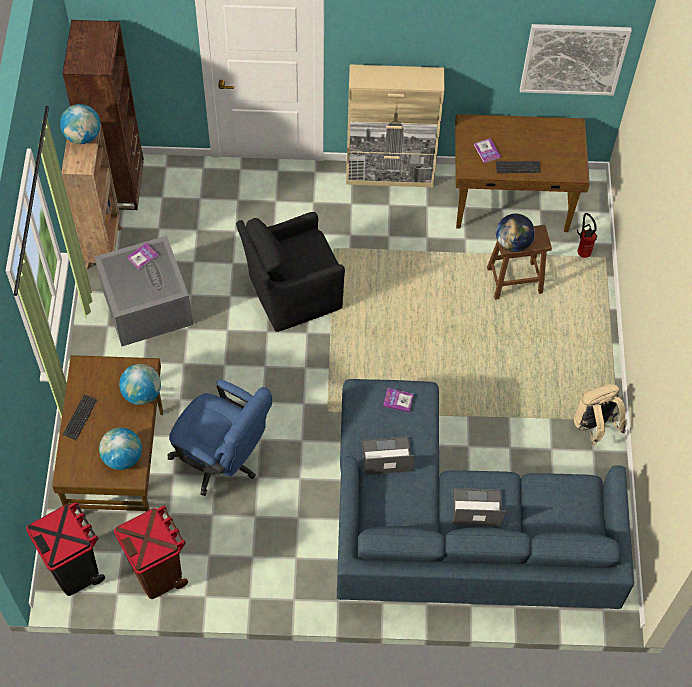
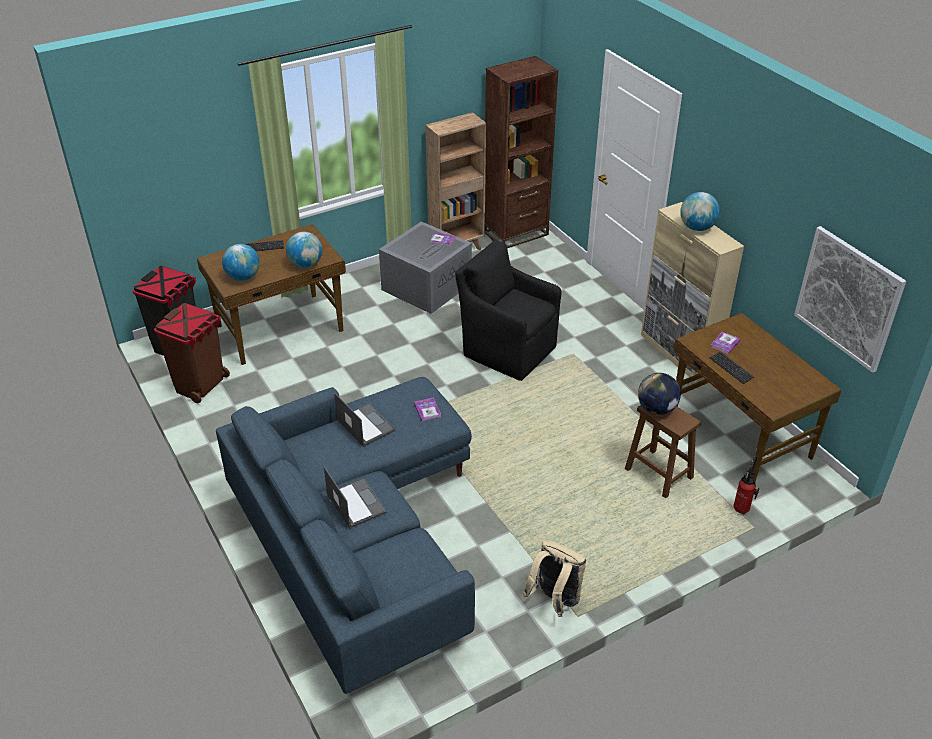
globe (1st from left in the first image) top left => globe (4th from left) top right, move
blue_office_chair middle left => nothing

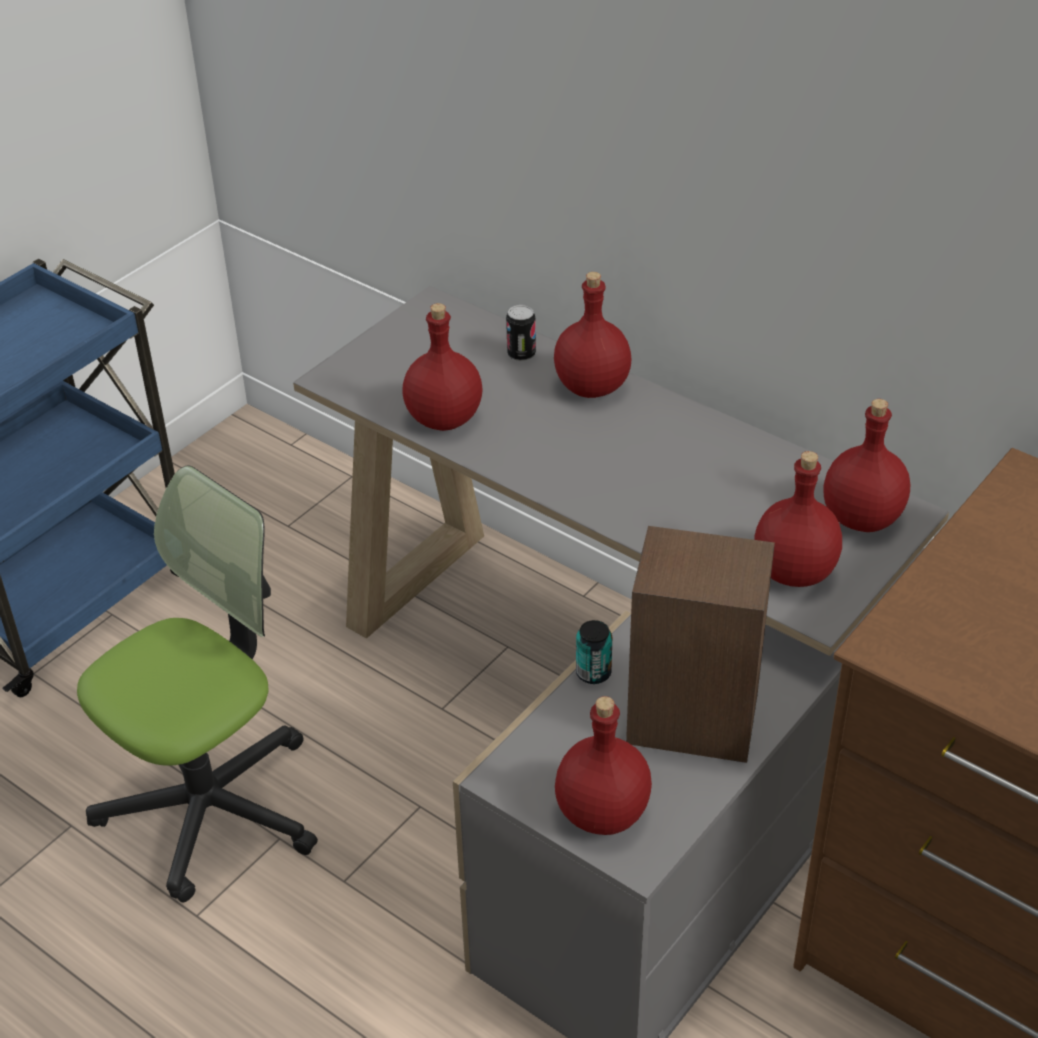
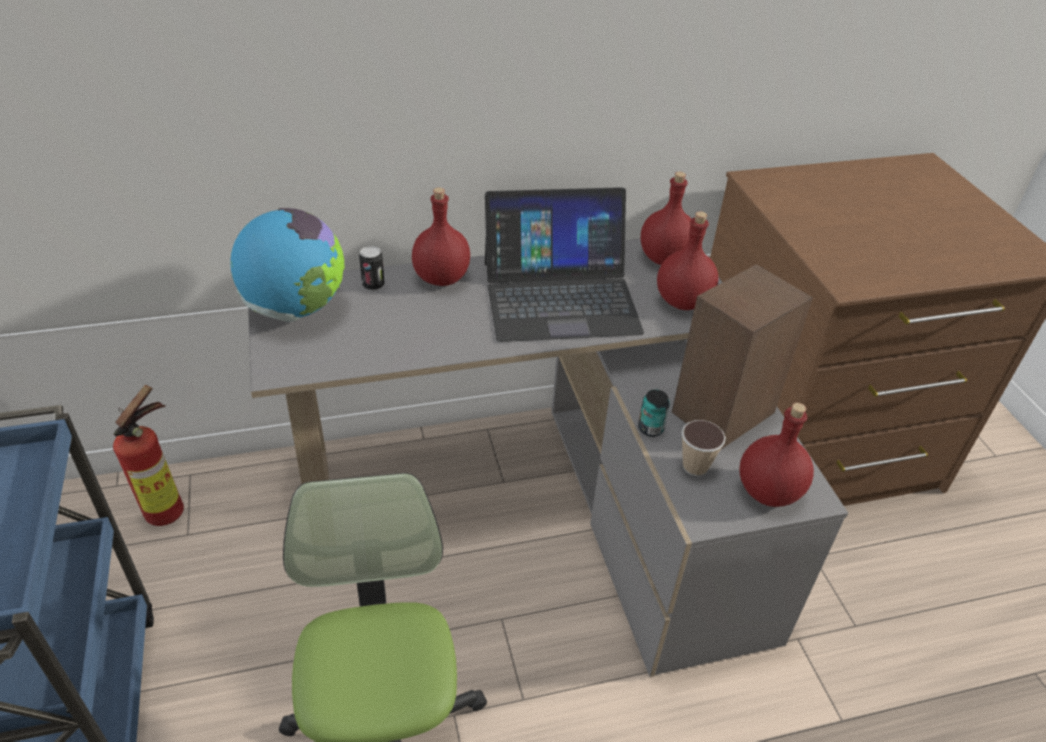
nothing => fire_extinguisher middle left
nothing => globe middle left
nothing => laptop centre
nothing => cup middle right
red_bottle (1st from left) centre => nothing

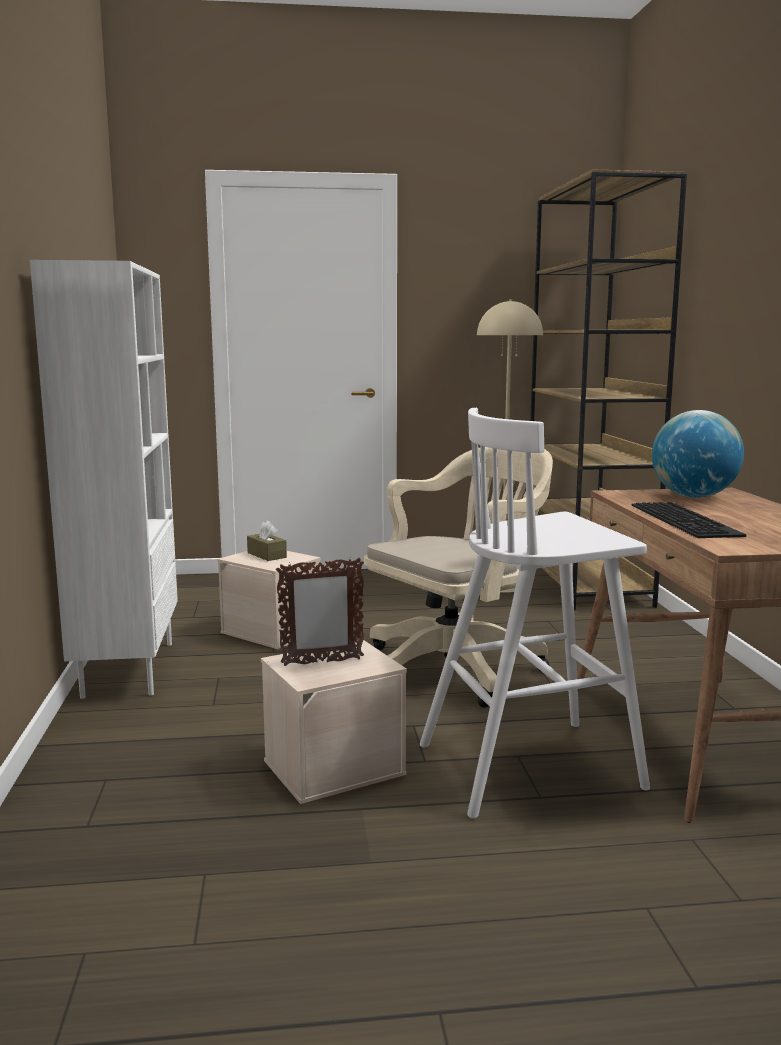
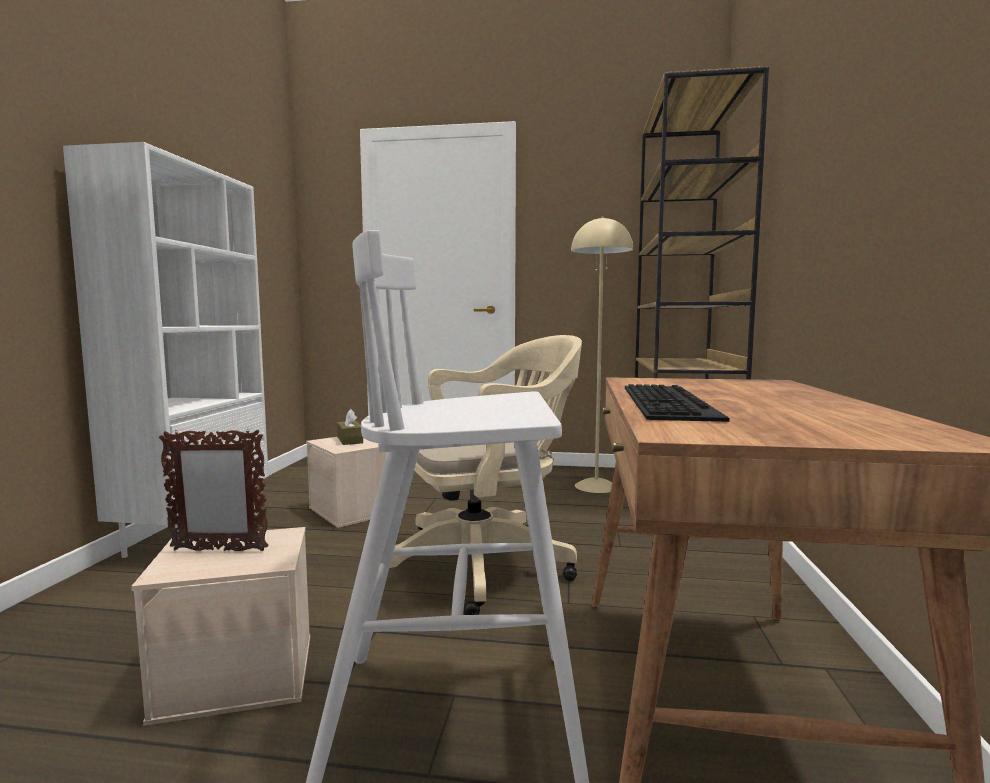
globe middle right => nothing

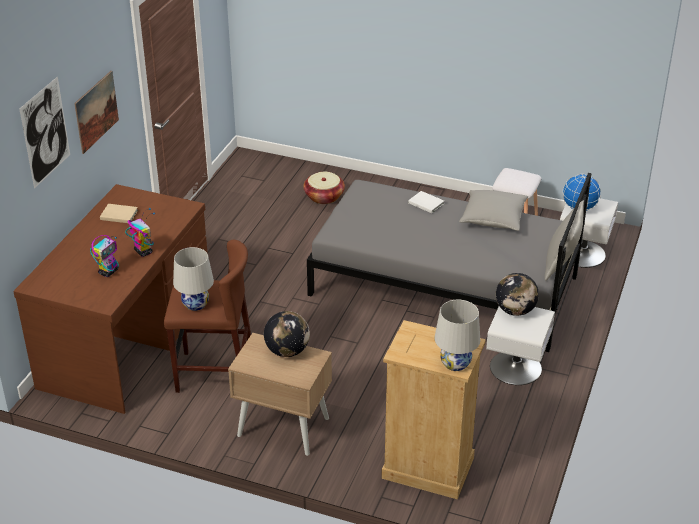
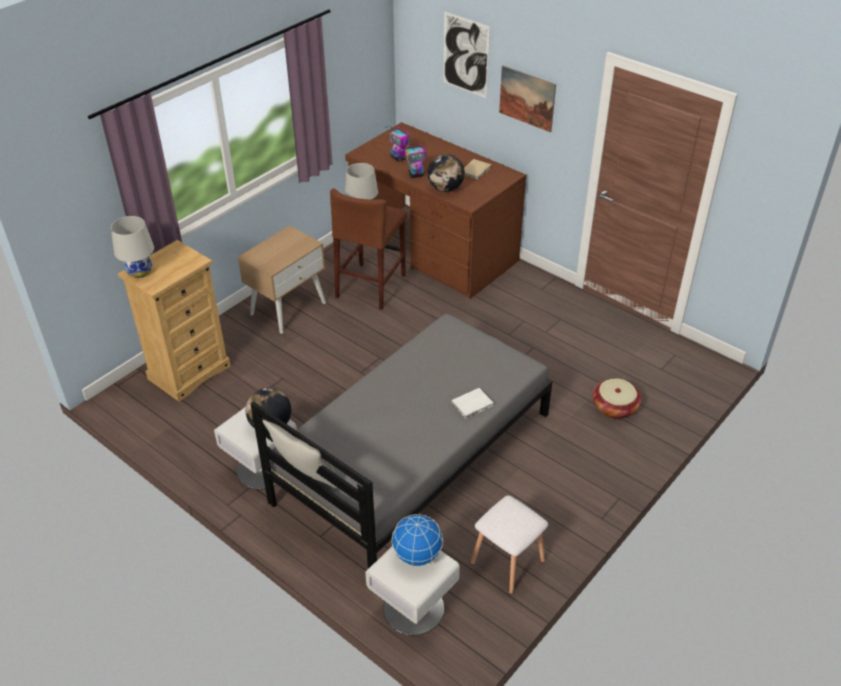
globe (1st from left in the first image) centre => globe (3rd from left) top centre, move
grey_pillow (1st from left) middle right => nothing

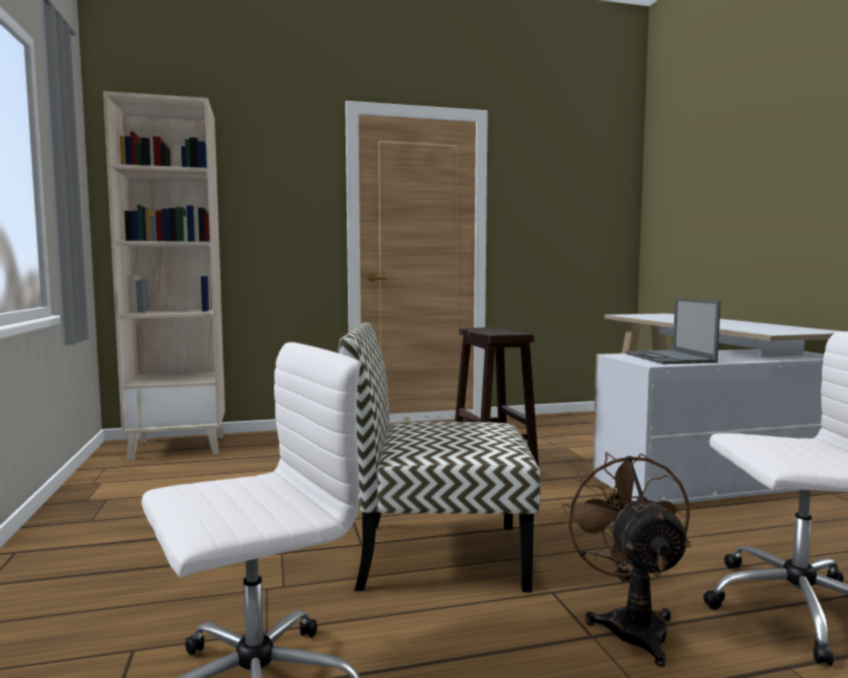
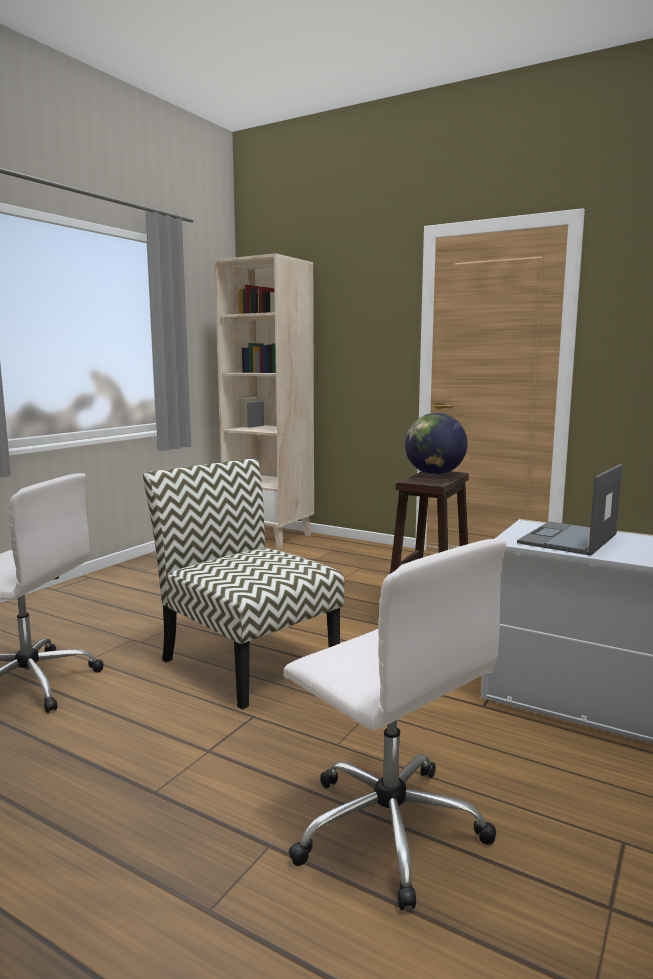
nothing => globe middle right
brown_fan bottom right => nothing

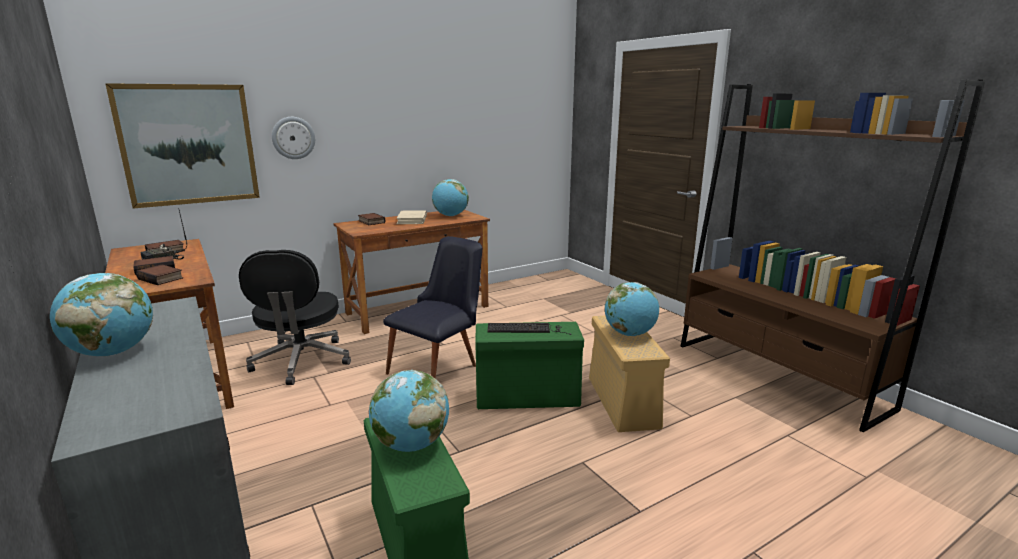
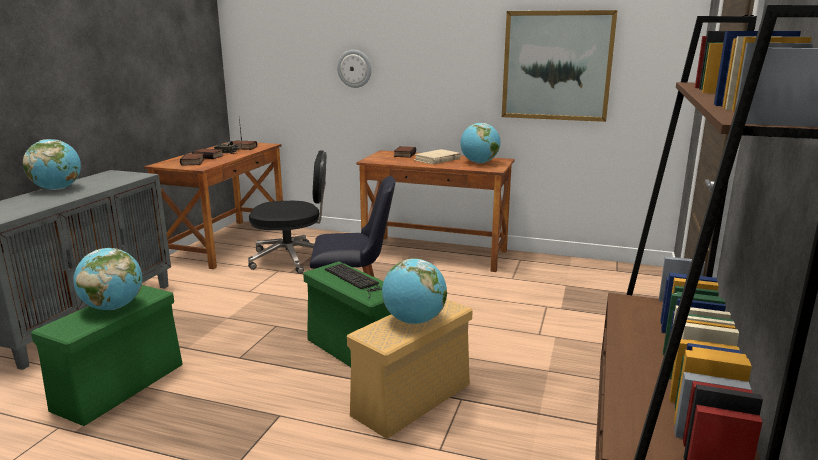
black_office_chair middle left => black_office_chair centre, 135 degrees counterclockwise
picture top left => picture top right, move

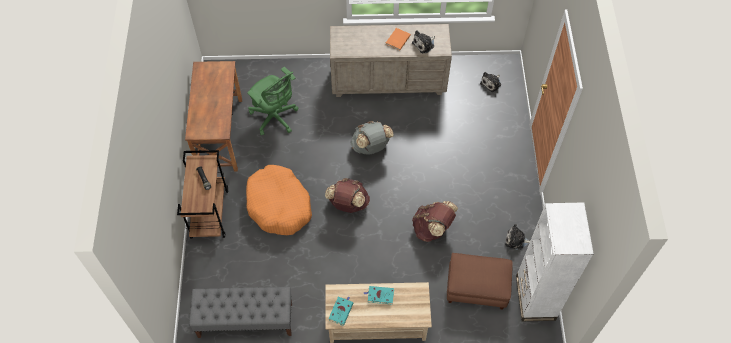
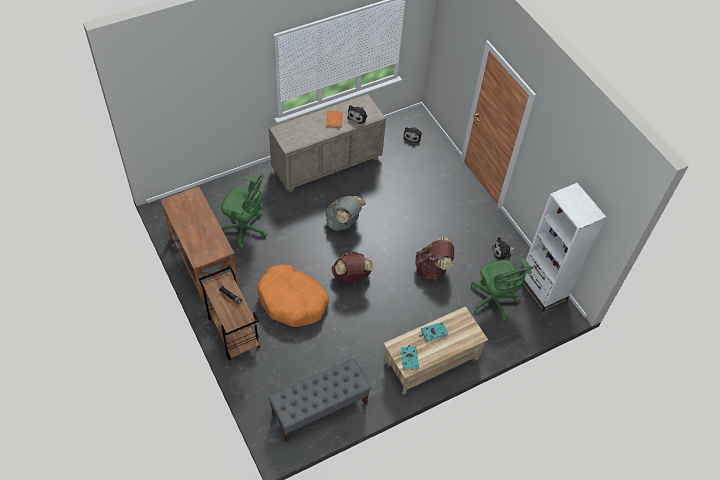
brown_ottoman bottom centre => green_office_chair (2nd from left) middle right

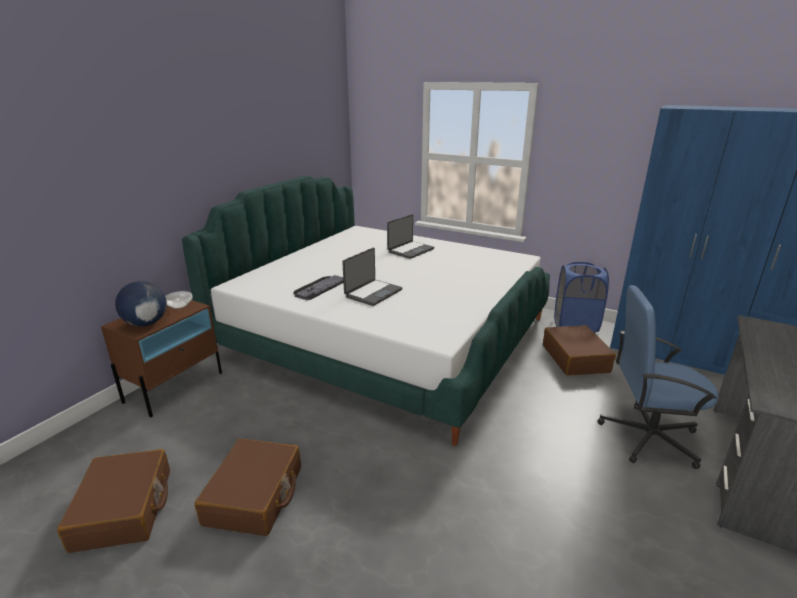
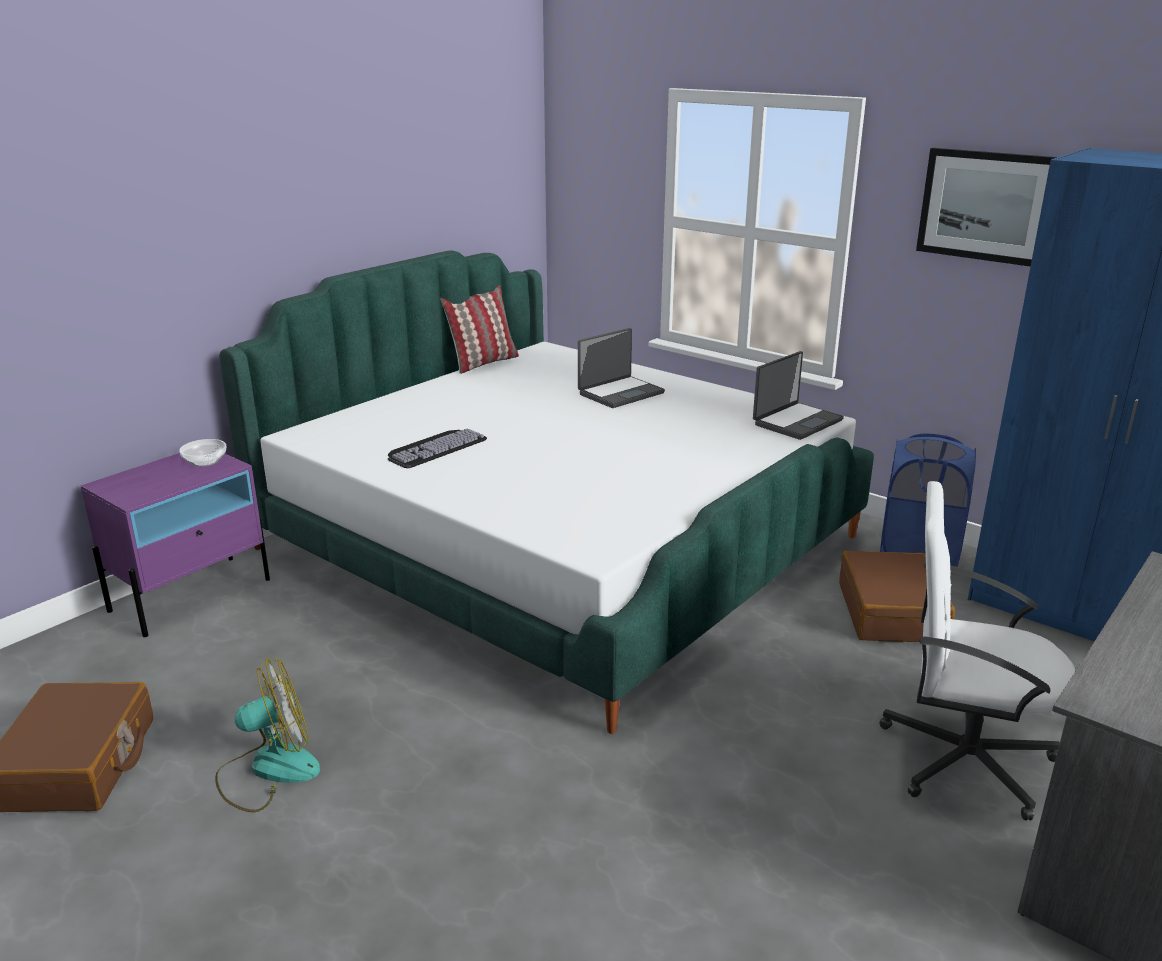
brown_nightstand middle left => purple_nightstand middle left
brown_suitcase (2nd from left) bottom left => fan bottom left
nothing => pillow centre
laptop (1st from left in the first image) centre => laptop (2nd from left) middle right, move
blue_office_chair middle right => white_office_chair bottom right
nothing => picture top right
globe middle left => nothing

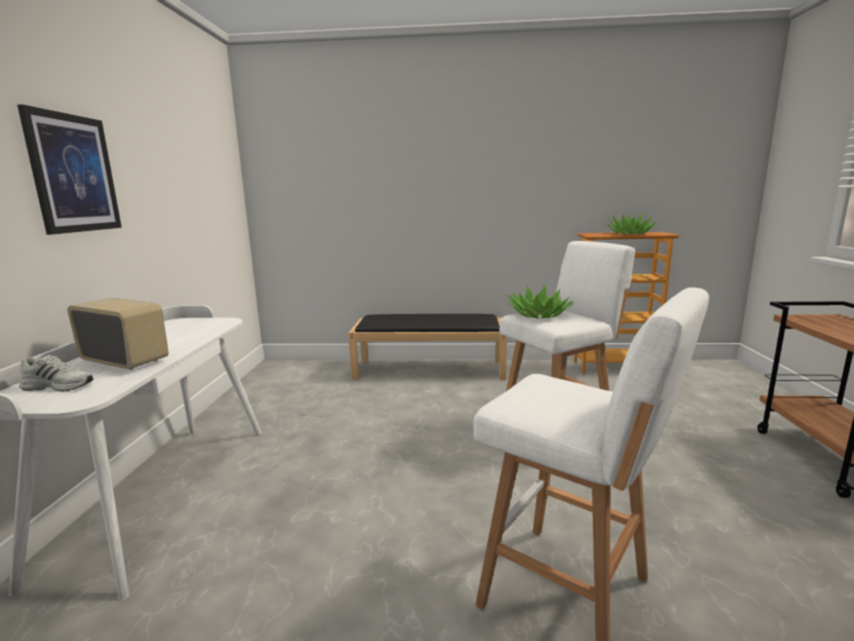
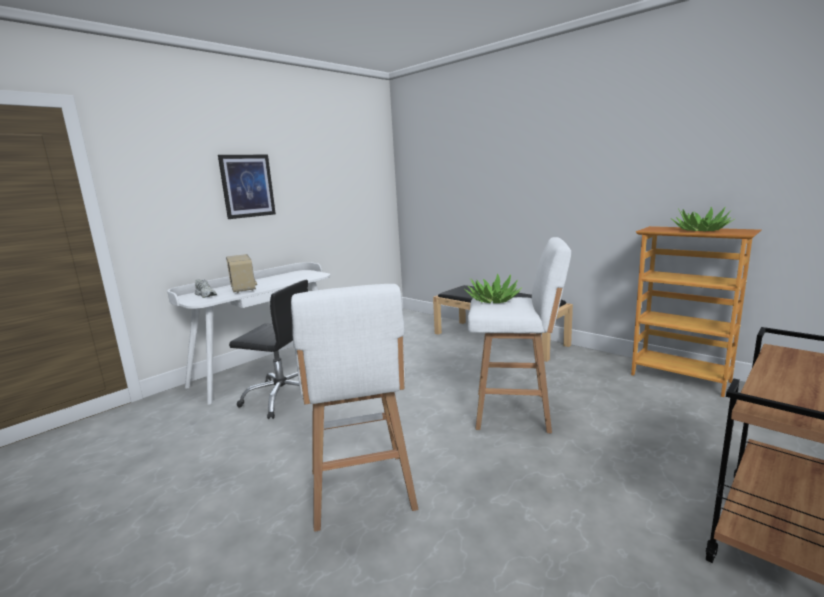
nothing => black_office_chair middle left

